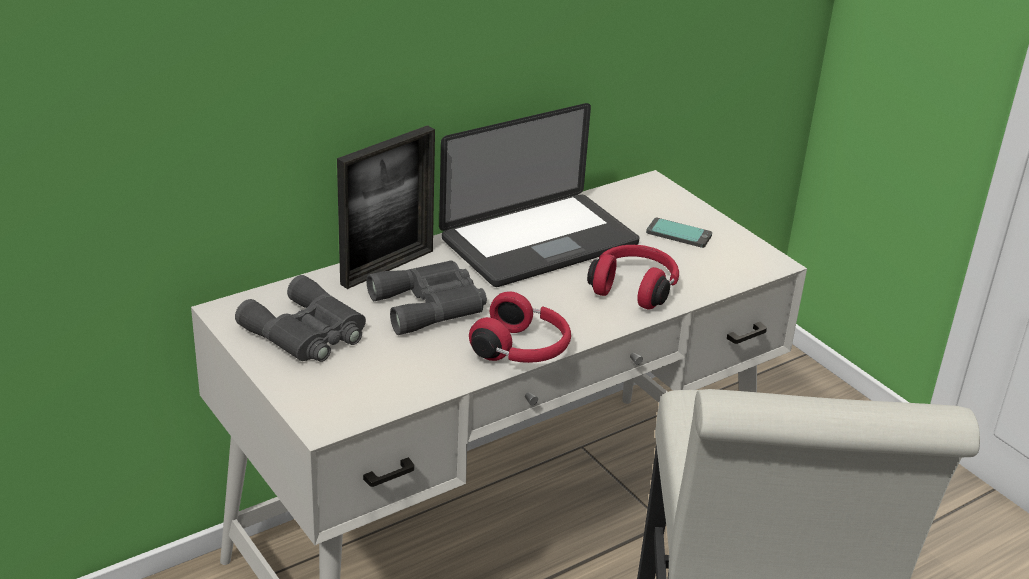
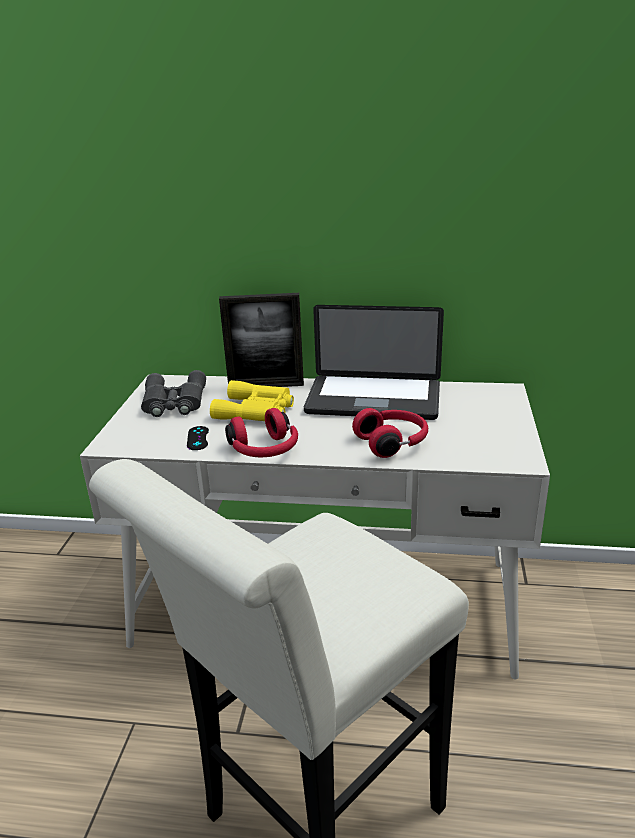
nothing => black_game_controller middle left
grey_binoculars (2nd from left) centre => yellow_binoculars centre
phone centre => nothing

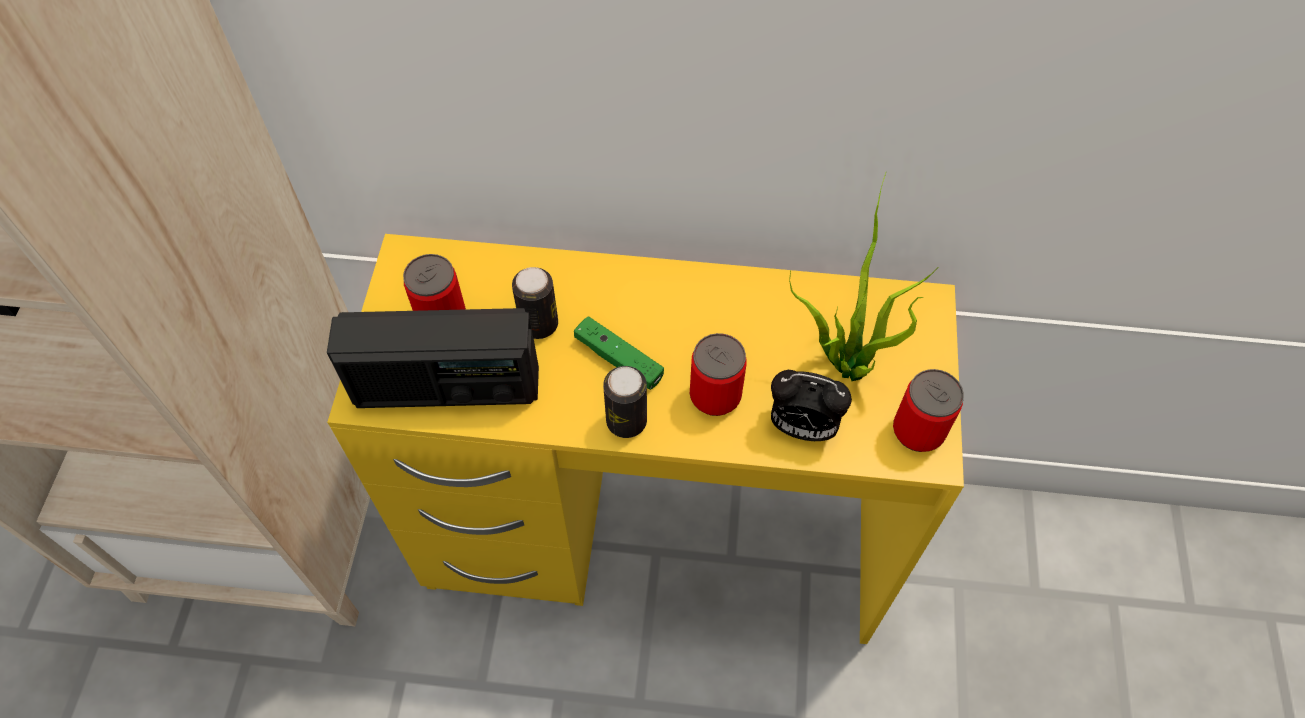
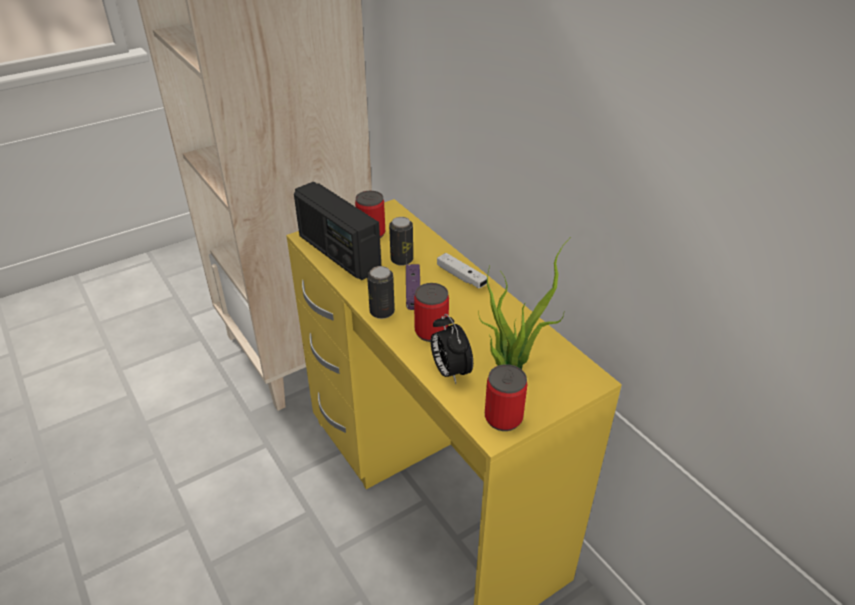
green_game_controller centre => purple_game_controller centre
nothing => white_game_controller centre

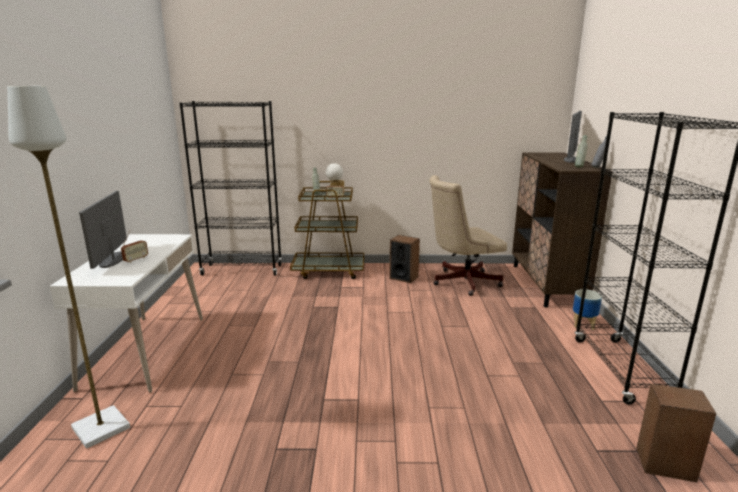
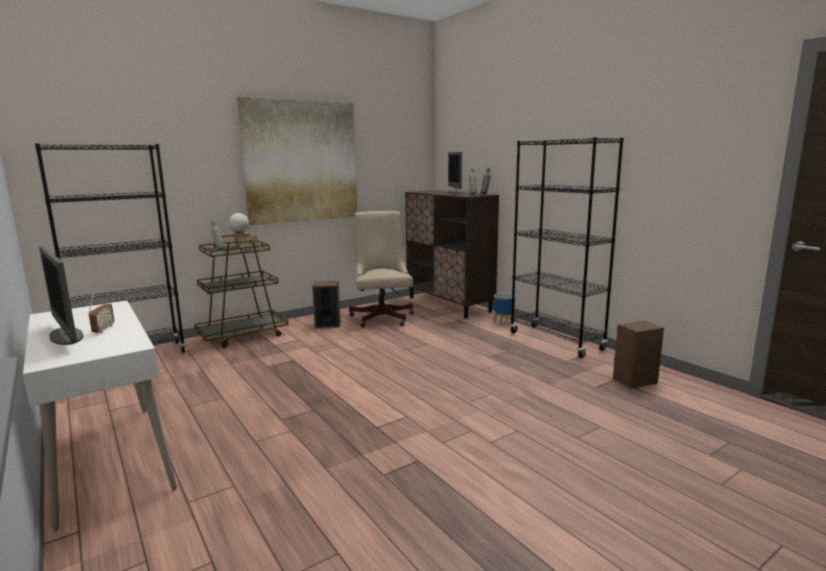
nothing => picture top centre
beige_office_chair centre, 135 degrees clockwise
grey_floor_lamp middle left => nothing

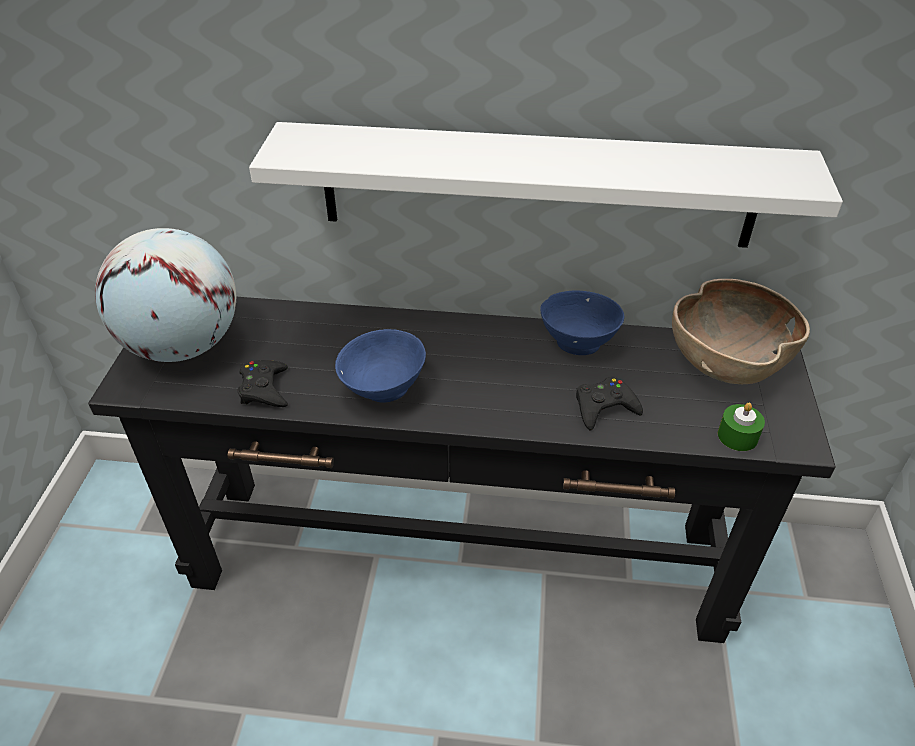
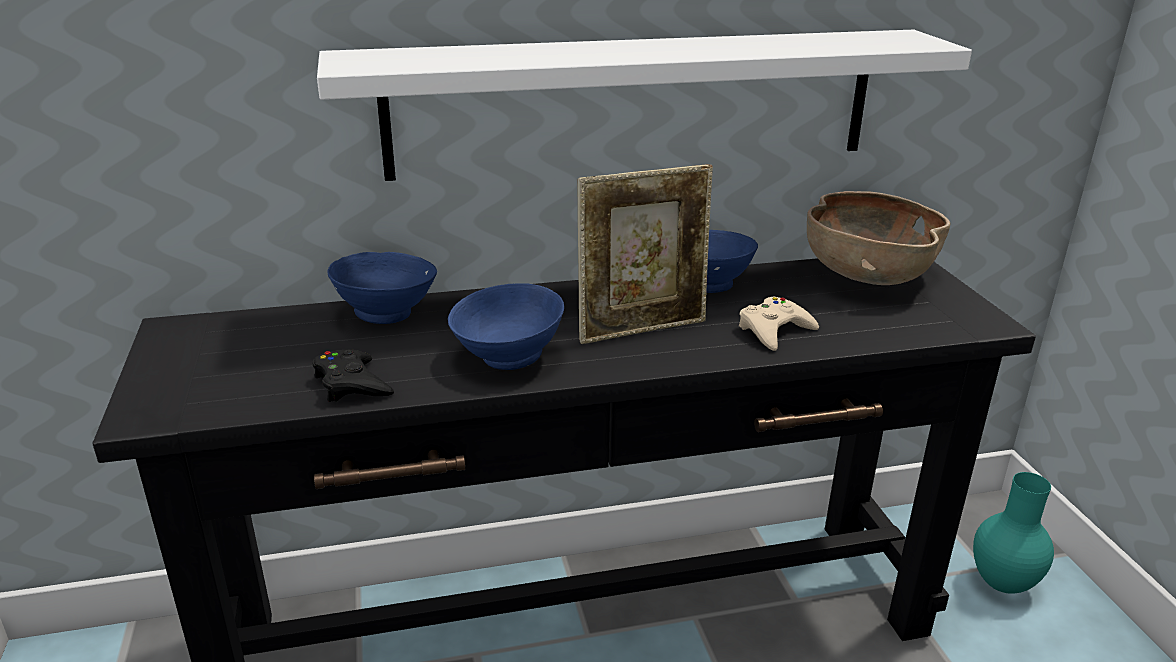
nothing => blue_bowl (1st from left) middle left
nothing => picture_frame centre
black_game_controller (2nd from left) centre => beige_game_controller centre
nothing => turquoise_vase bottom right
globe middle left => nothing
green_candle middle right => nothing

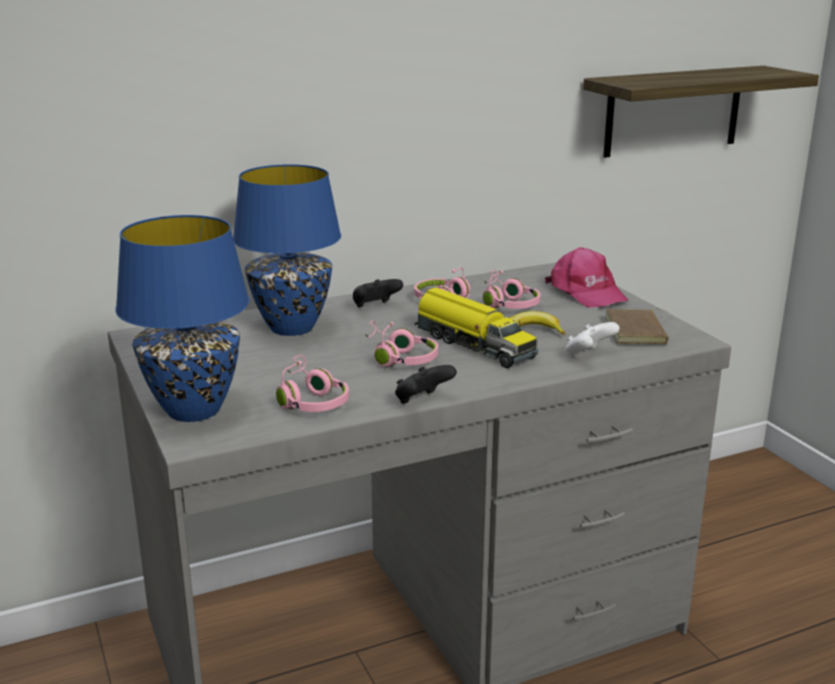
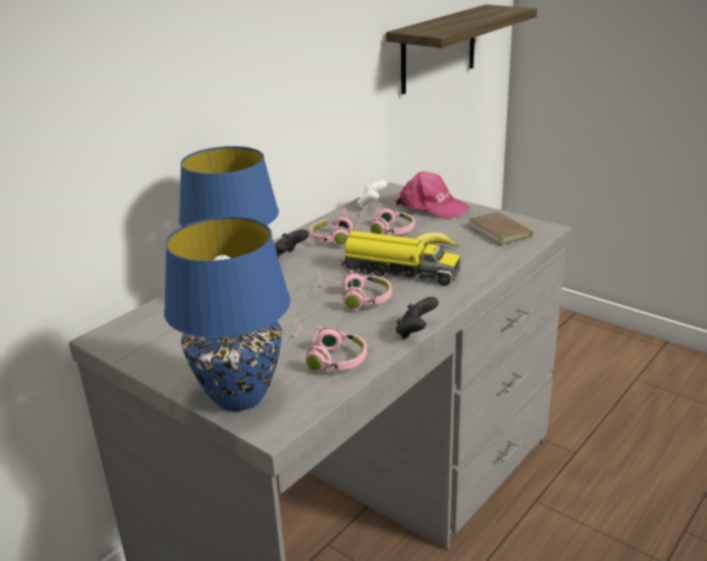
white_game_controller middle right => white_game_controller centre, move

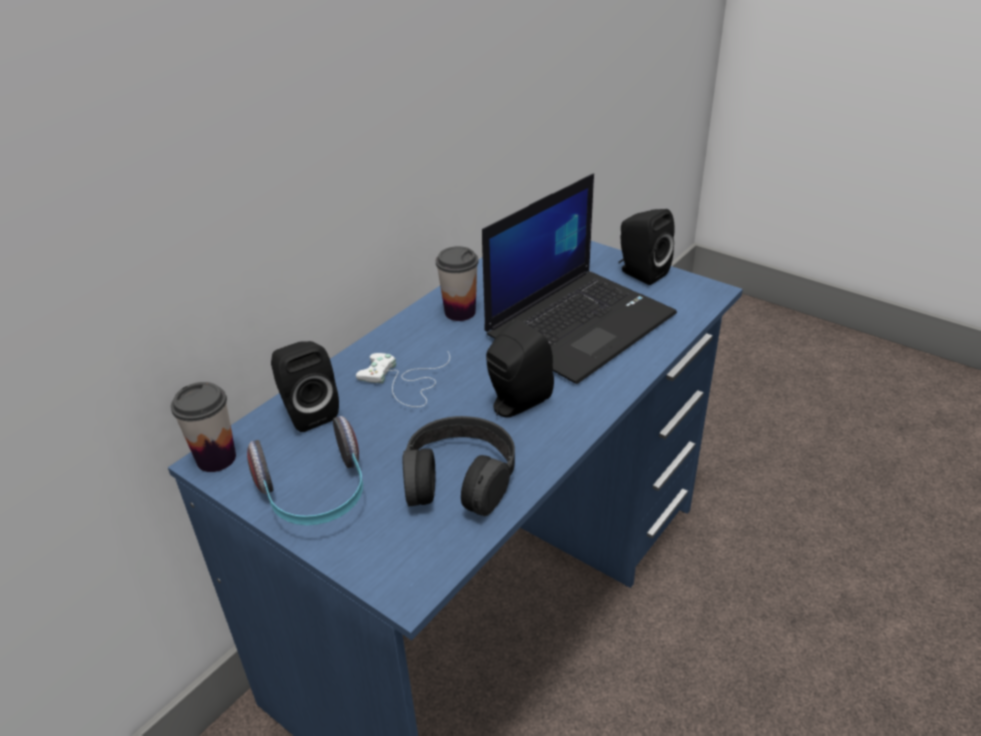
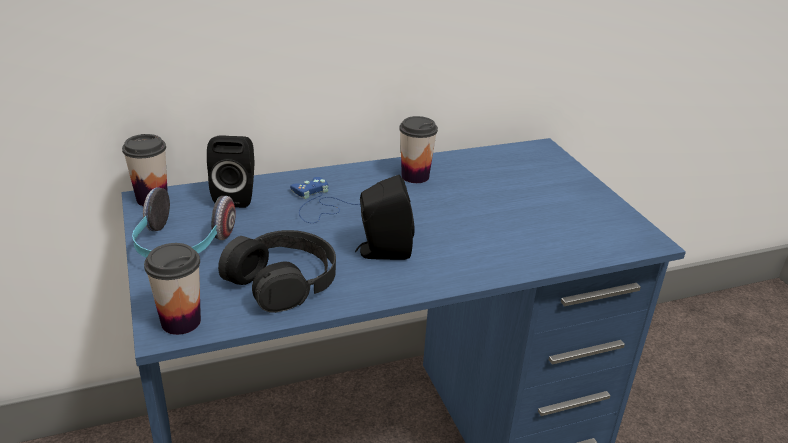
nothing => cup (2nd from left) middle left
white_game_controller centre => blue_game_controller centre
laptop centre => nothing
black_speaker (3rd from left) centre => nothing

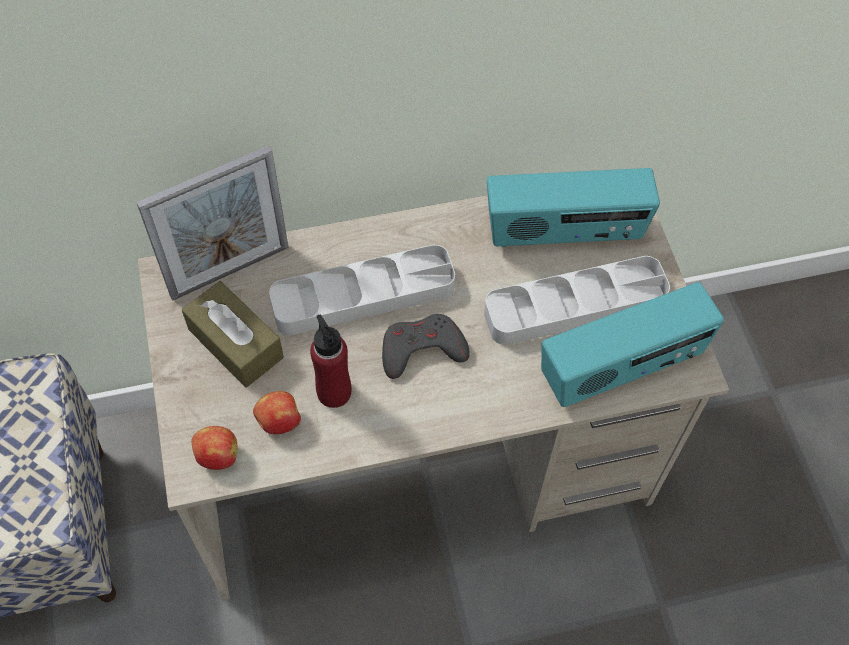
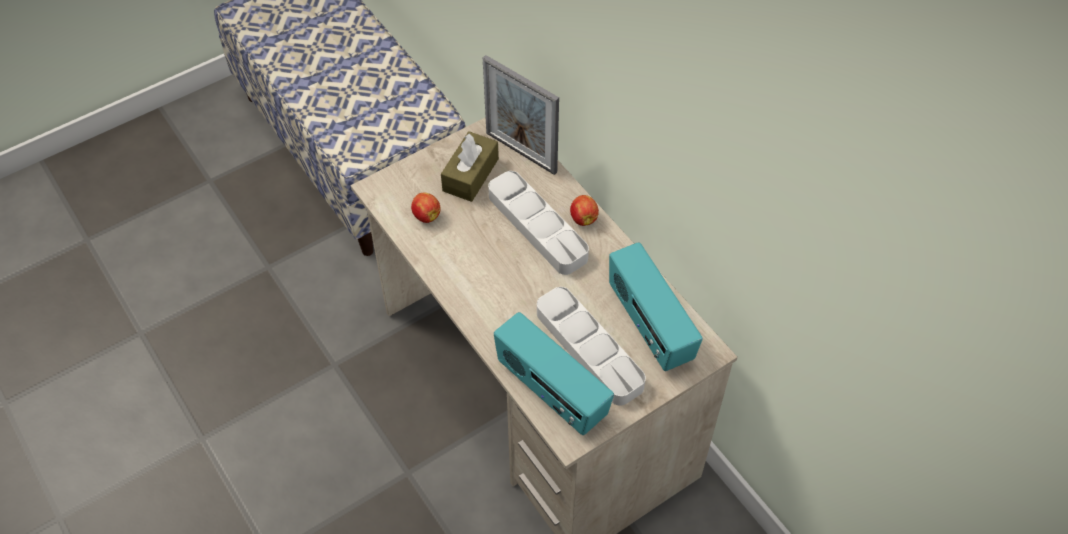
apple (1st from left in the first image) bottom left => apple (2nd from left) centre, move
red_bottle centre => nothing
grey_game_controller centre => nothing

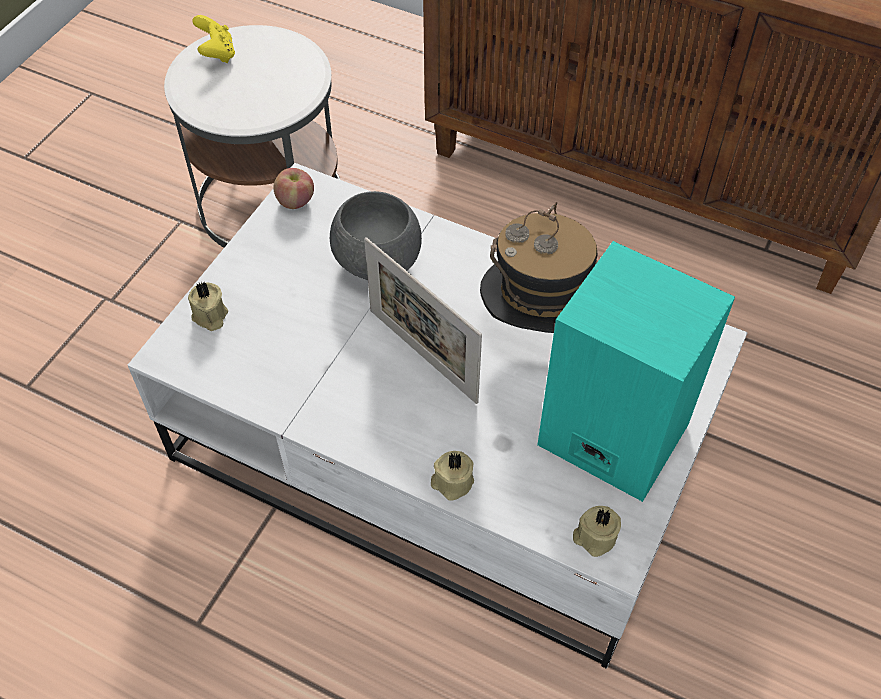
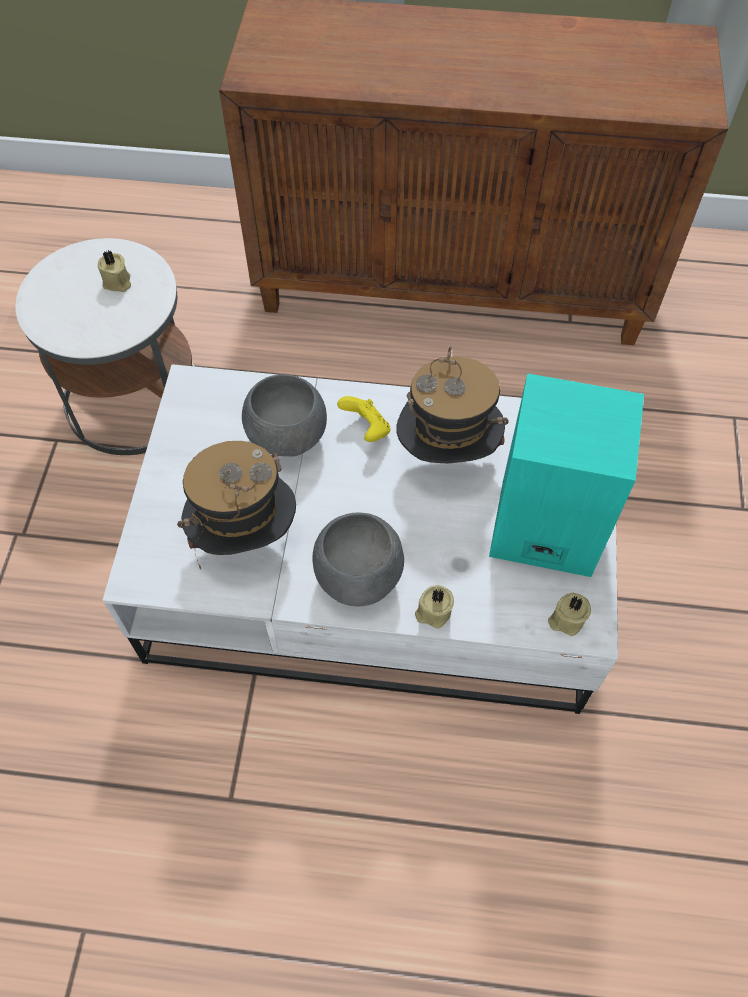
beige_candle (1st from left) middle left => beige_candle (1st from left) top left, move
nothing => hat (1st from left) middle left
nothing => grey_bowl (2nd from left) centre
yellow_game_controller top left => yellow_game_controller centre, move
apple top left => nothing
picture_frame centre => nothing

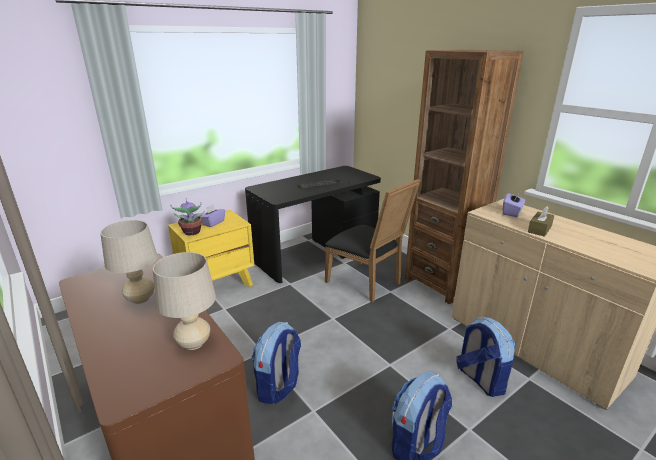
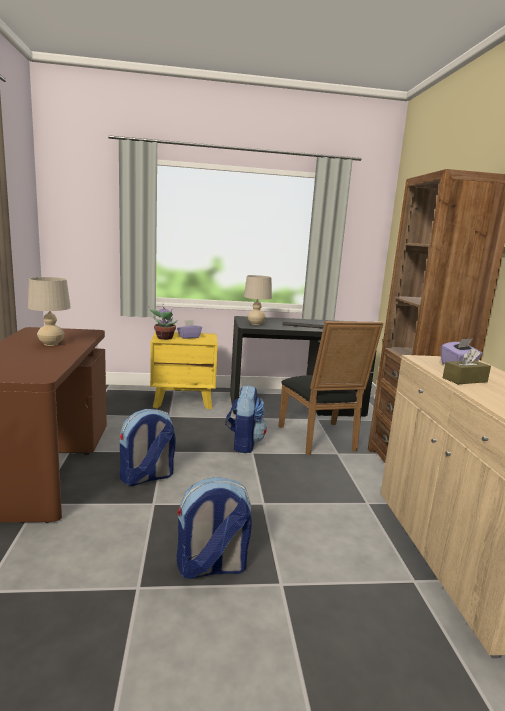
backpack (3rd from left) bottom right => backpack (3rd from left) centre, move
beige_table_lamp (2nd from left) middle left => beige_table_lamp (2nd from left) centre, move

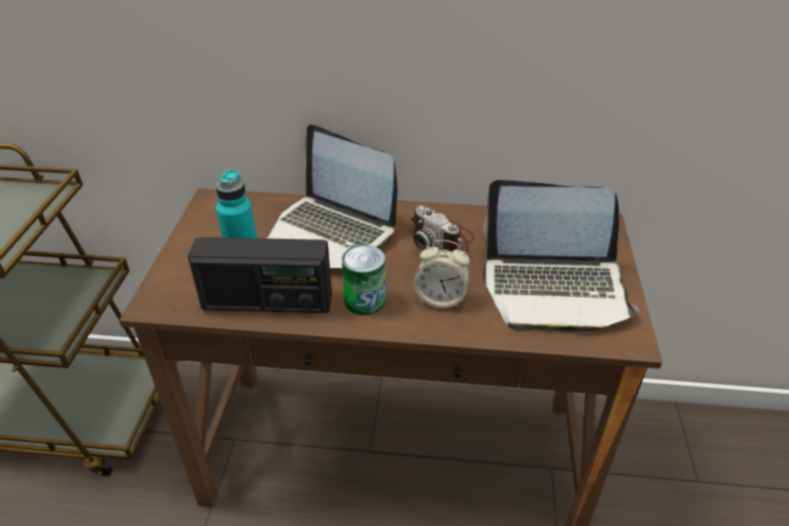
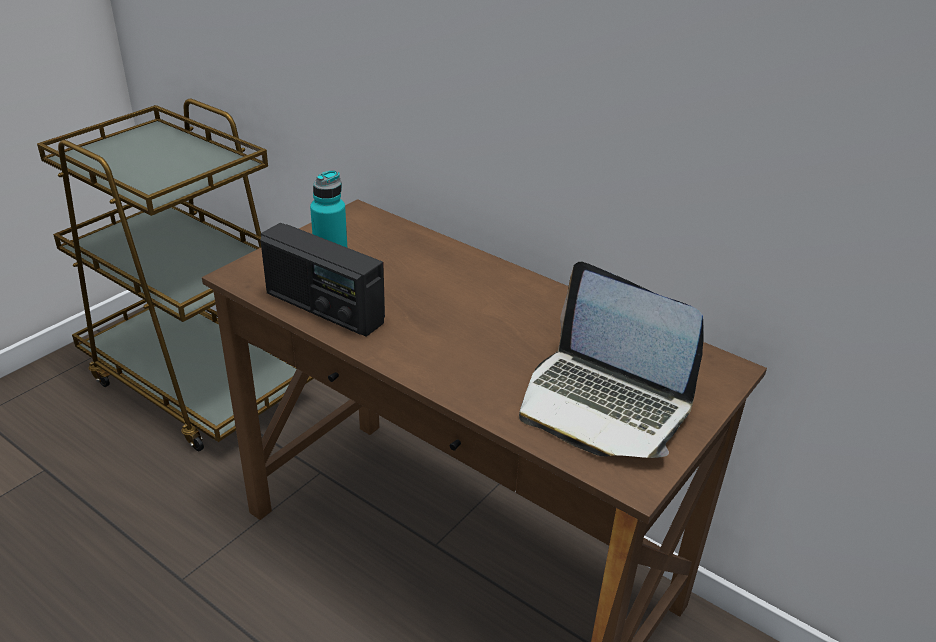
laptop (1st from left) centre => nothing
can centre => nothing
photo_camera centre => nothing
alarm_clock centre => nothing

